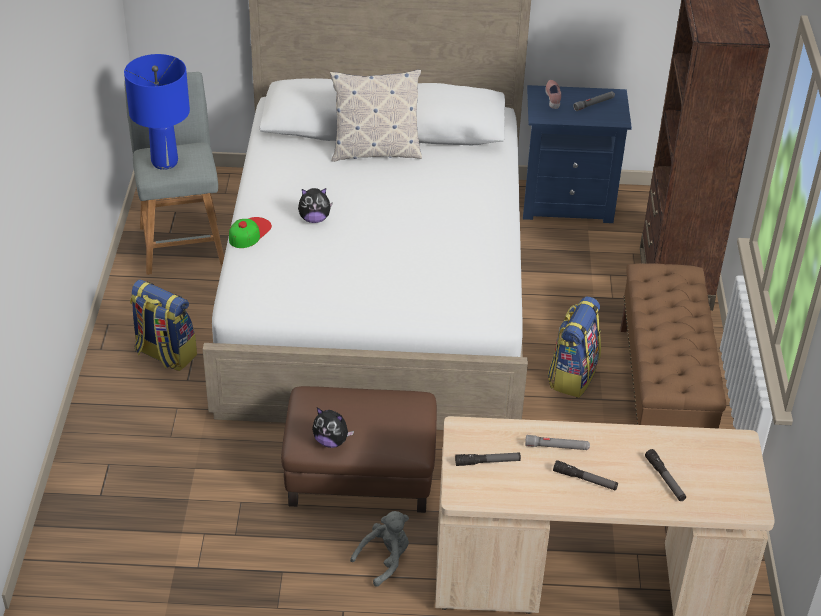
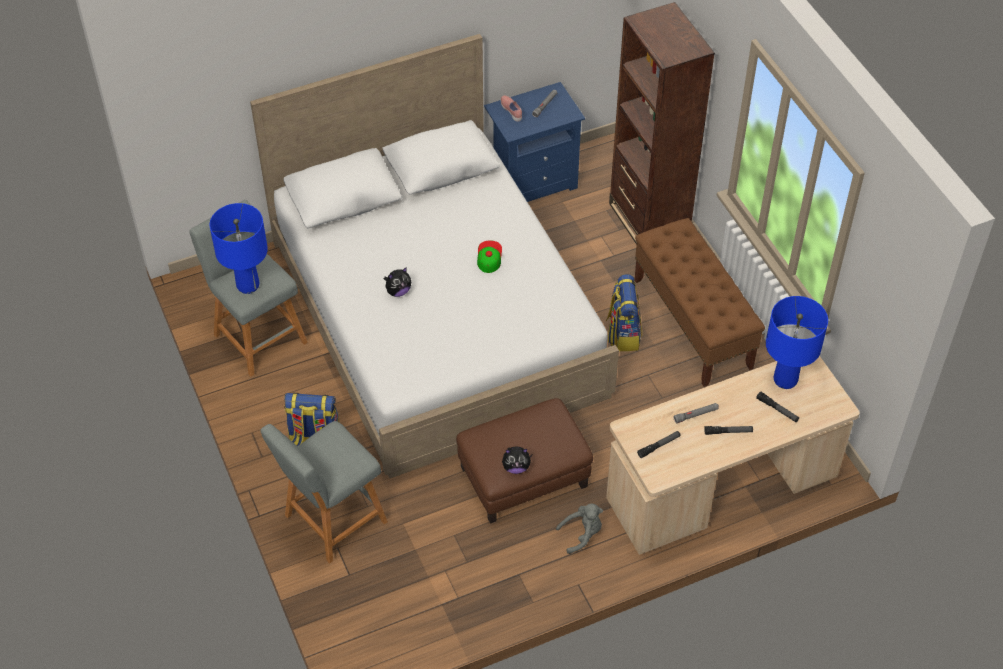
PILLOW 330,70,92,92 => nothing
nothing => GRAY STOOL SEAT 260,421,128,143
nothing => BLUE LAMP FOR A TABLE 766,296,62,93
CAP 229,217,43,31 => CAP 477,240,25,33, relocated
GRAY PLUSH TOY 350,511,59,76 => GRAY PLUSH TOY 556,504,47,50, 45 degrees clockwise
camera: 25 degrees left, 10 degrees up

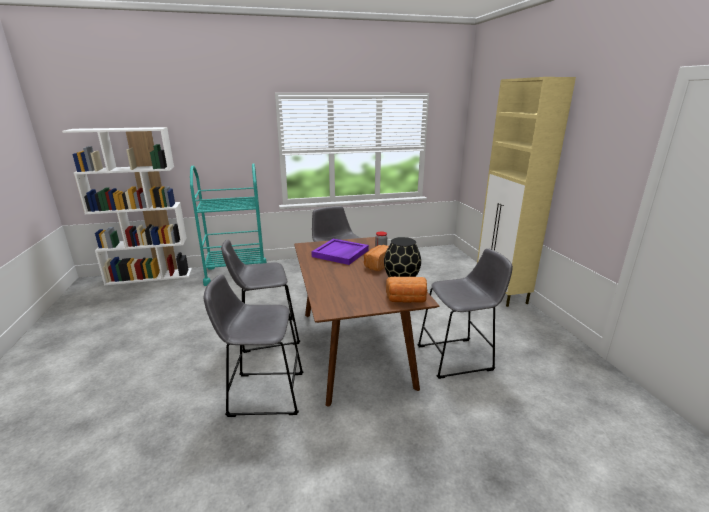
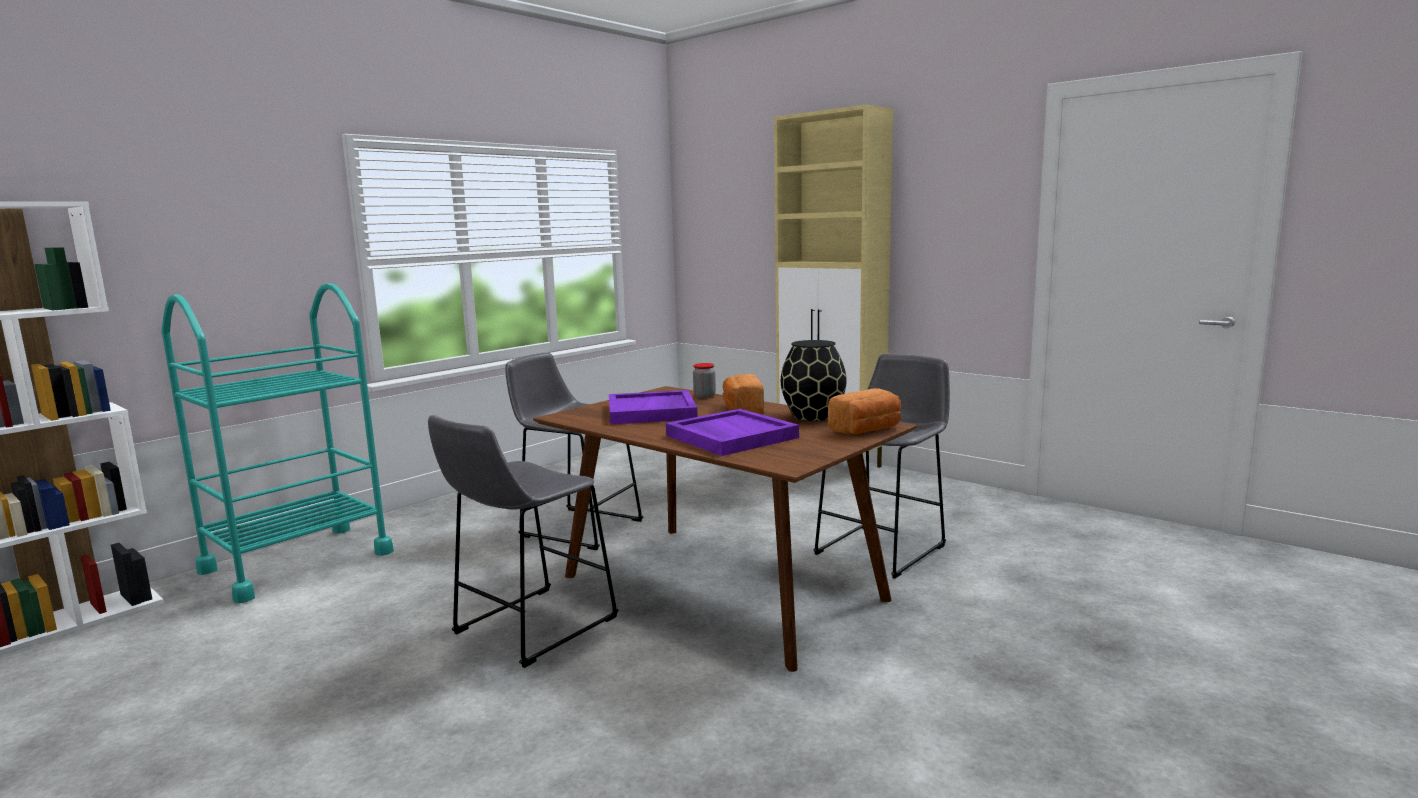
GRAY STOOL SEAT 204,274,100,143 => nothing
nothing => PURPLE SERVING TRAY 666,409,133,47
camera: 35 degrees left, 10 degrees down

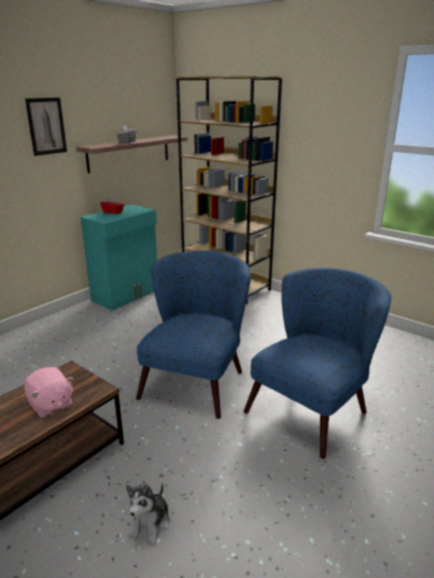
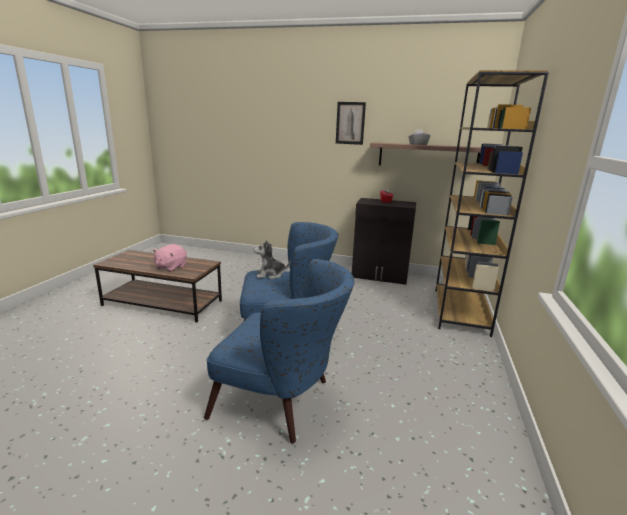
PLUSH TOY 126,482,44,64 => PLUSH TOY 253,239,38,40, relocated
TURQUOISE STORAGE CABINET 81,204,76,107 => BLACKISH STORAGE CABINET 352,198,64,87
camera: 65 degrees right, 5 degrees down

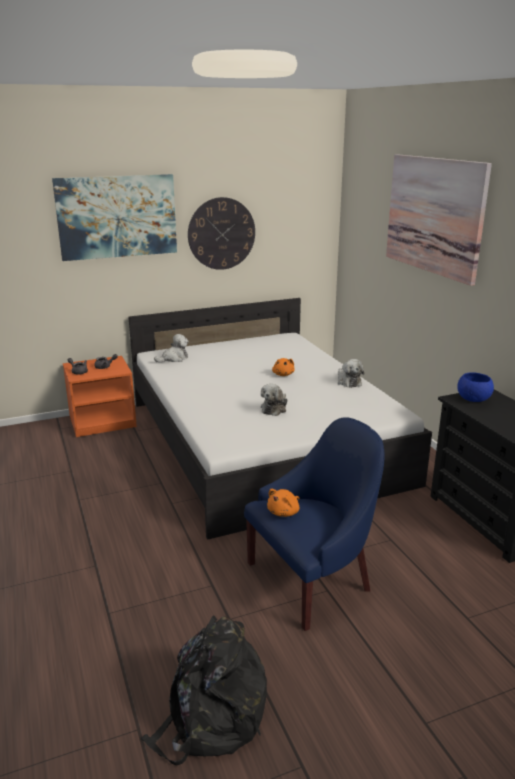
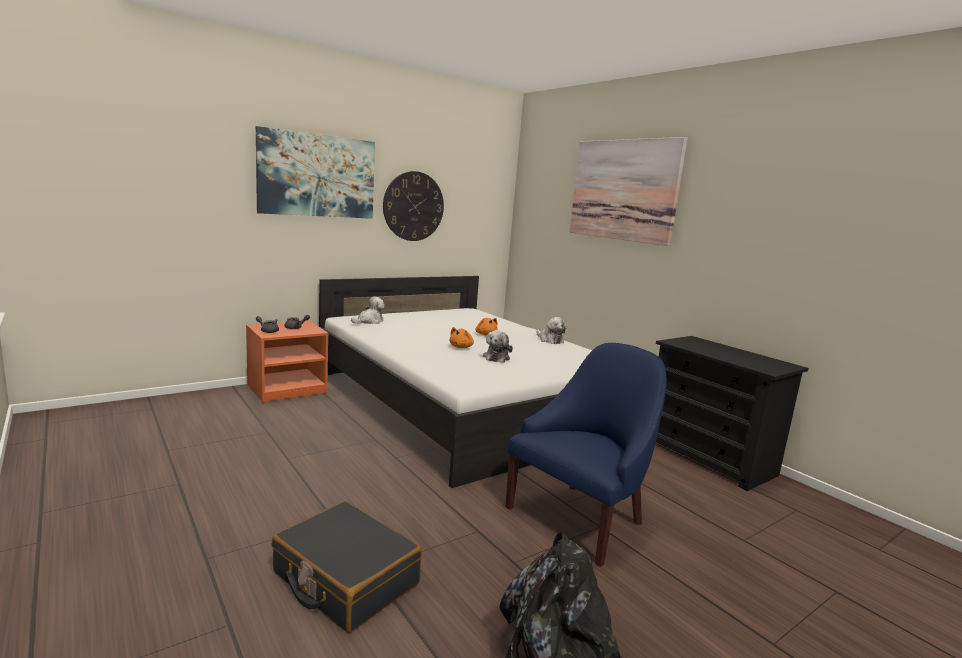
BLUE BOWL 457,372,37,30 => nothing
nothing => BLACKISH TRAVEL CASE 272,501,150,132
ORANGE PLUSH TOY 267,489,33,28 => ORANGE PLUSH TOY 449,327,25,21, relocated
camera: 15 degrees left, 10 degrees down

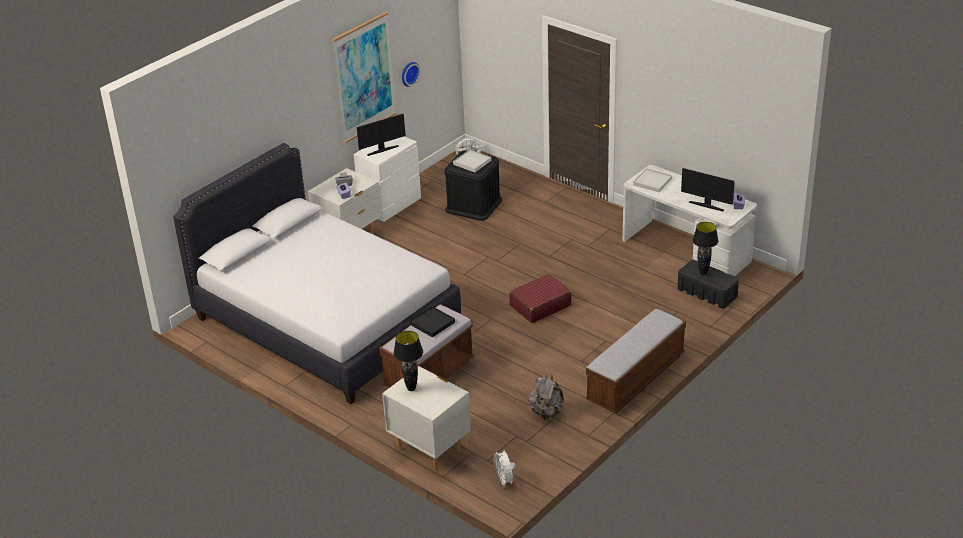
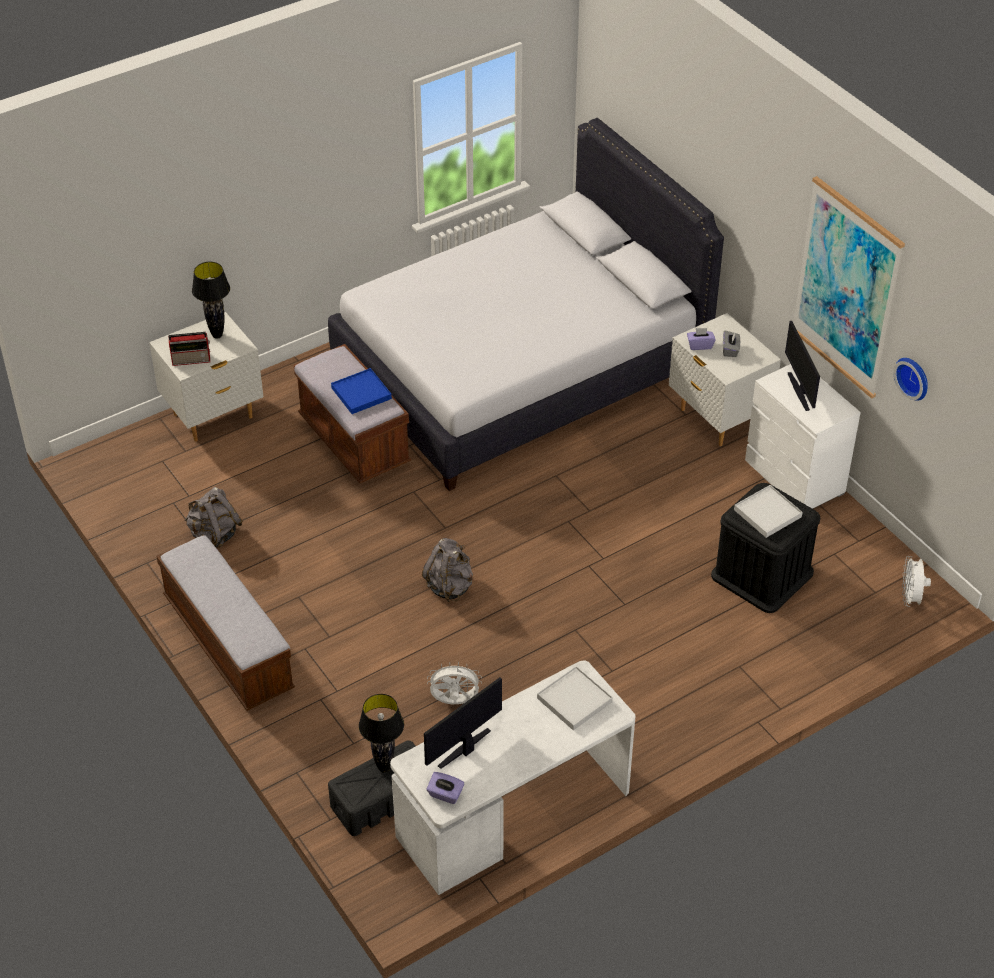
nothing => RADIO RECEIVER 168,332,42,34
WHITE-COLOURED ELECTRIC FAN 493,450,23,38 => WHITE-COLOURED ELECTRIC FAN 427,662,55,42, relocated
REDDISH TRAVEL CASE 509,274,63,49 => GRAY KNAPSACK 422,538,51,64
BLACKISH SERVING TRAY 410,306,45,32 => BLUE SERVING TRAY 331,368,61,46
camera: 105 degrees right, 10 degrees up

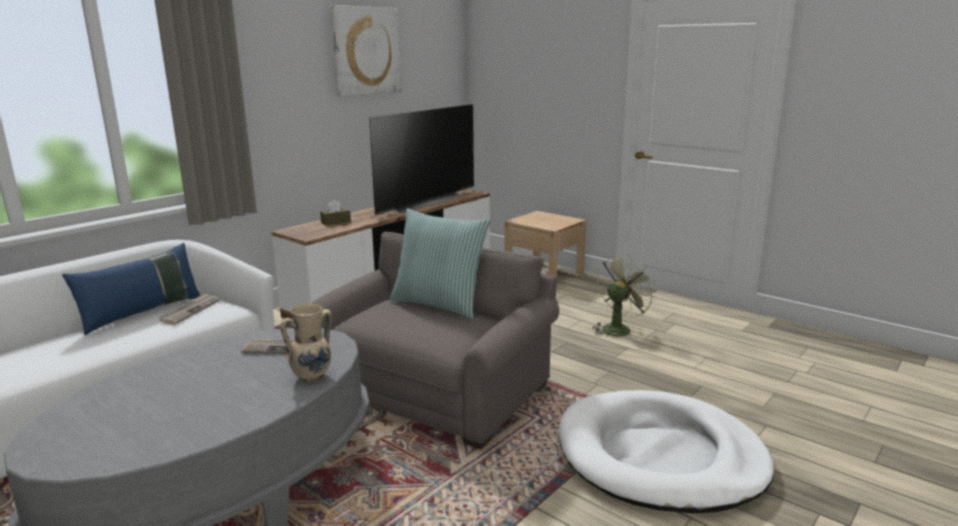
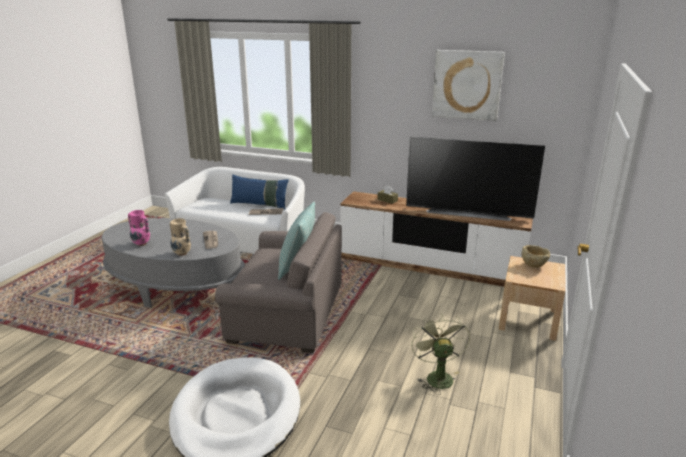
nothing => PINK FLOWER VASE 128,210,22,36
nothing => BEIGE-COLOURED BOWL 521,245,29,23
GREEN ELECTRIC FAN 593,255,64,81 => GREEN ELECTRIC FAN 411,313,59,82, 120 degrees counterclockwise
camera: 70 degrees right, 5 degrees up

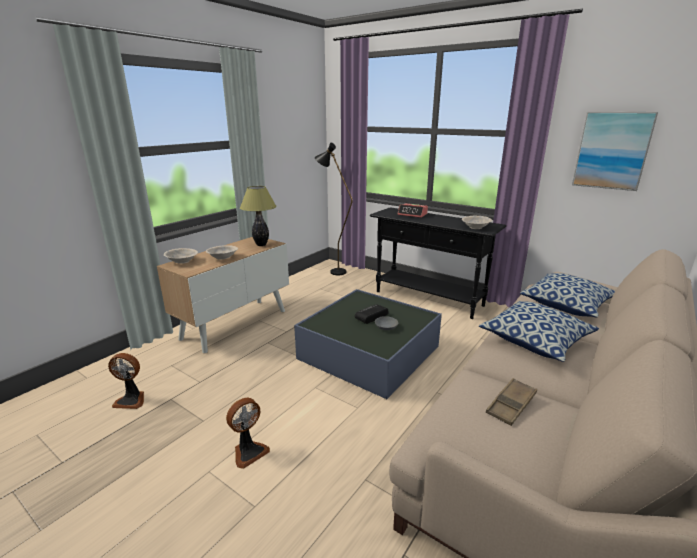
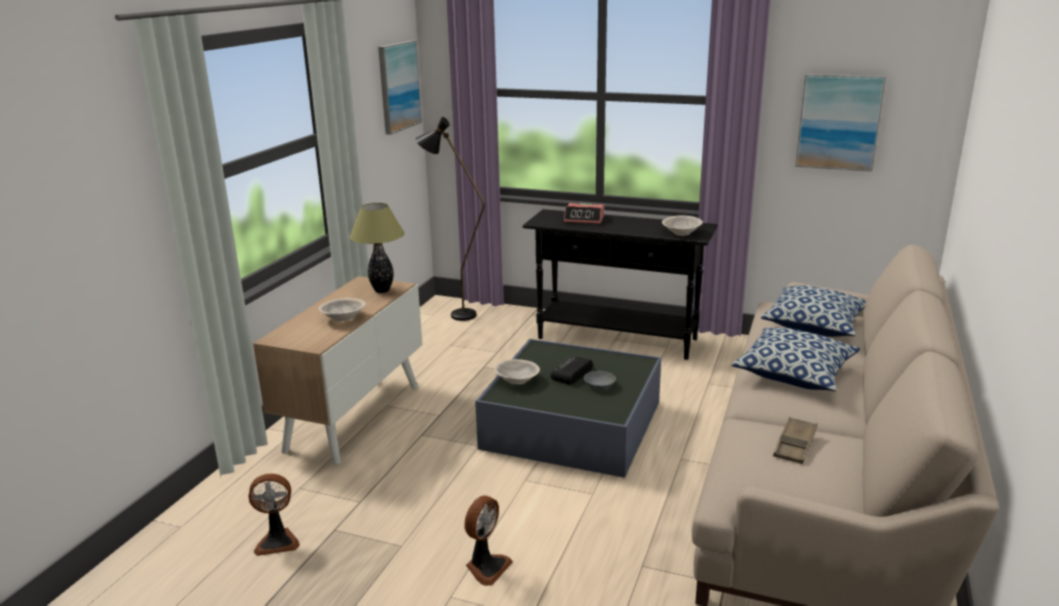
nothing => WALL ART 378,40,44,95
BEIGE-COLOURED BOWL 164,248,34,16 => BEIGE-COLOURED BOWL 494,359,46,25, relocated
camera: 15 degrees left, 0 degrees up

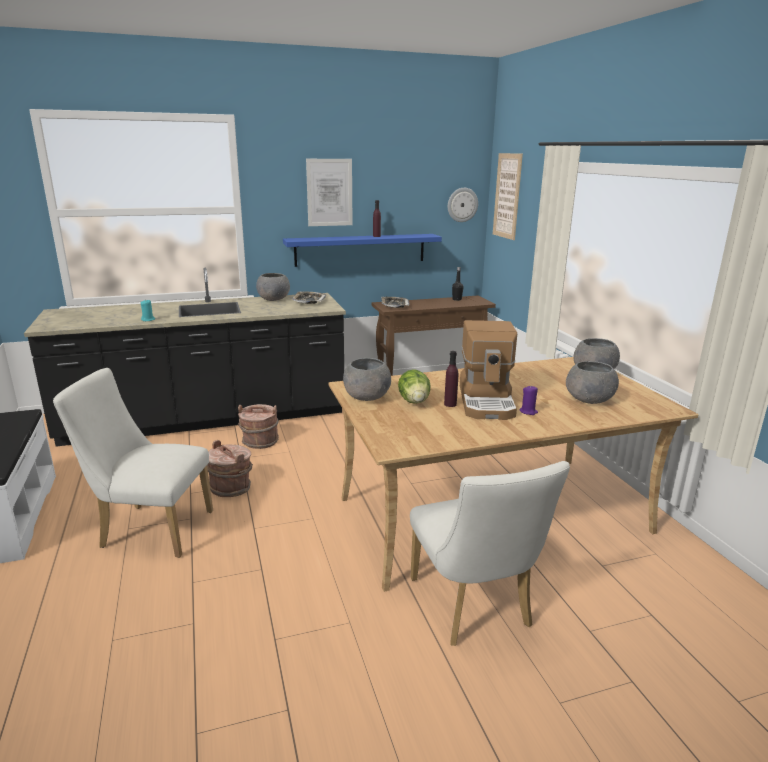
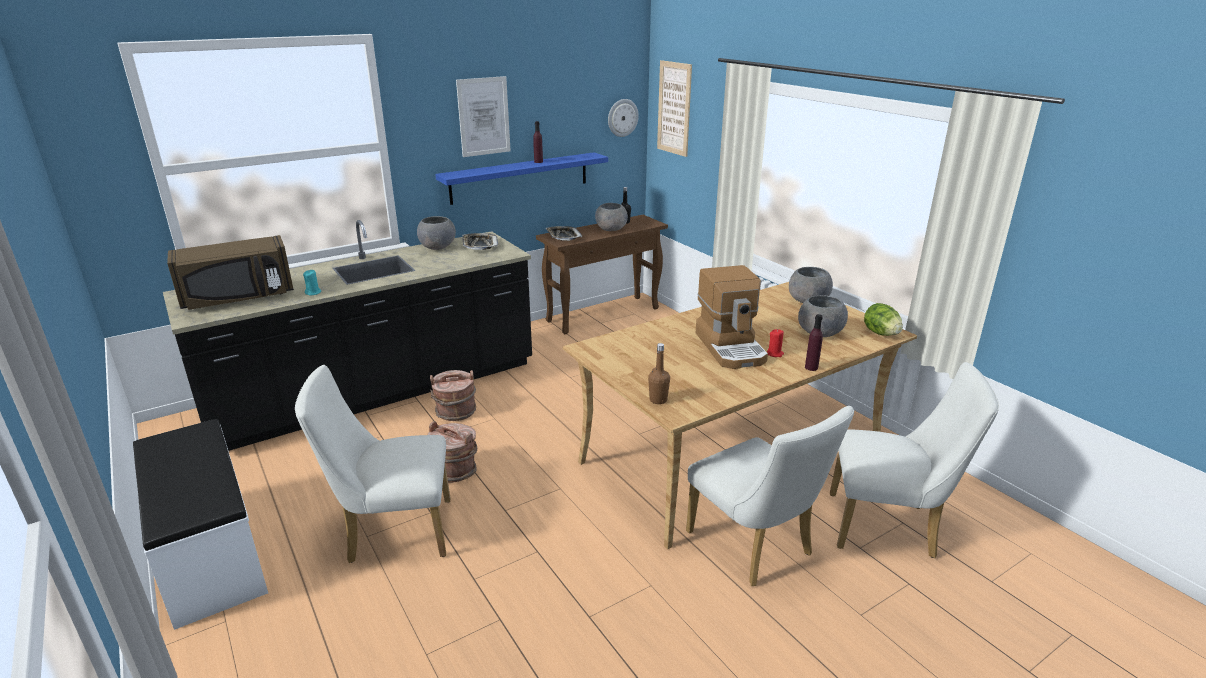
nothing => BROWN-COLOURED MICROWAVE 167,235,127,75
nothing => BROWN-COLOURED DRINK BOTTLE 648,343,22,61
nothing => WHITE-COLOURED UPRIGHT CHAIR 830,362,169,196
GRAY BOWL 343,358,48,43 => GRAY BOWL 595,203,33,28, relocated
HEAD OF LETTUCE 398,369,33,35 => HEAD OF LETTUCE 864,303,39,33, relocated
PURPLE DRINK BOTTLE 444,351,14,56 => PURPLE DRINK BOTTLE 805,314,18,57, relocated
PURPLE WAX CANDLE 519,386,19,29 => REDDISH WAX CANDLE 767,329,17,28
camera: 15 degrees left, 5 degrees up

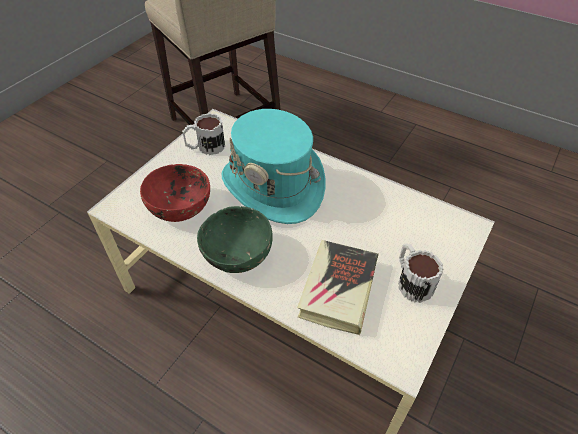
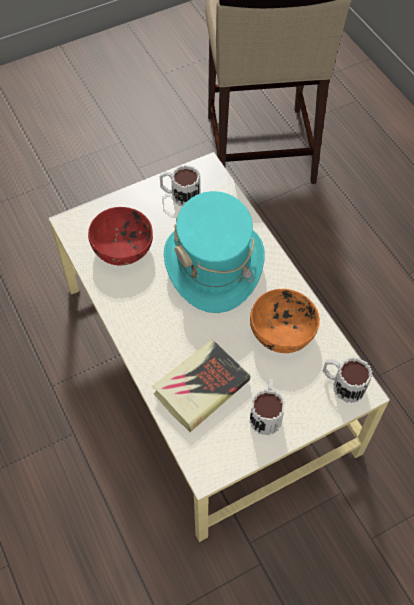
GREEN BOWL 197,206,76,67 => nothing
nothing => ORANGE BOWL 250,289,70,64
nothing => TEA MUG 322,357,50,46
camera: 30 degrees right, 10 degrees up

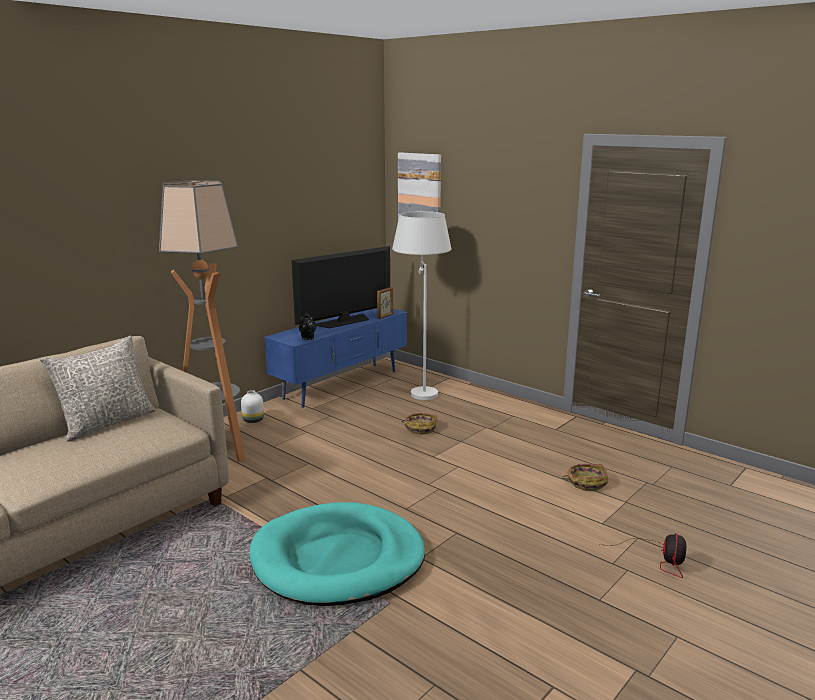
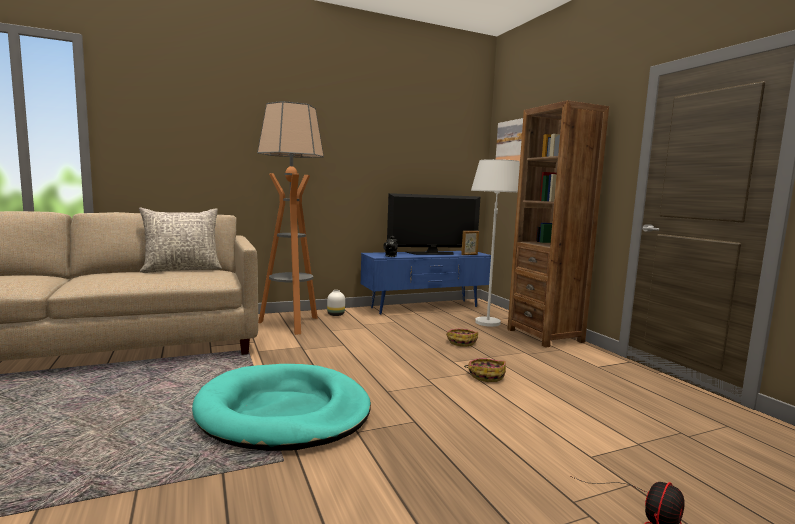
nothing => BROWN-COLOURED BOOKSHELF 507,100,102,248
STORAGE BASKET 562,464,46,27 => STORAGE BASKET 464,358,42,24, relocated
camera: 25 degrees right, 10 degrees down

